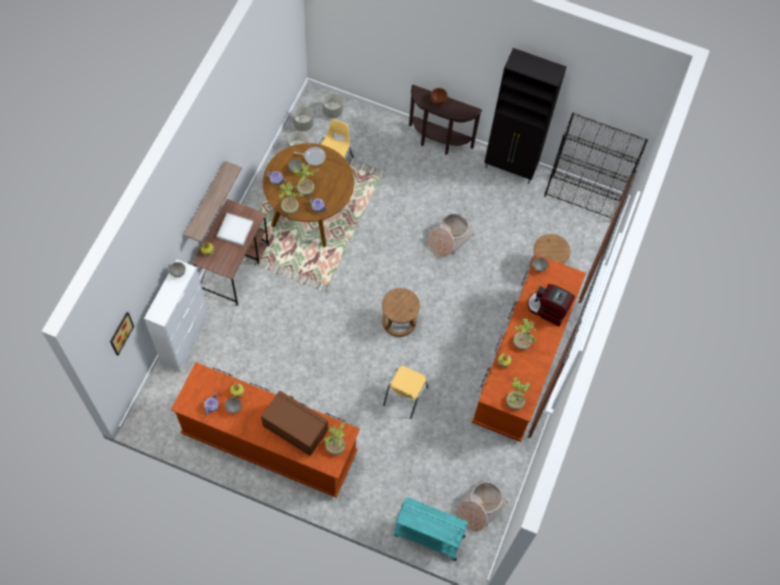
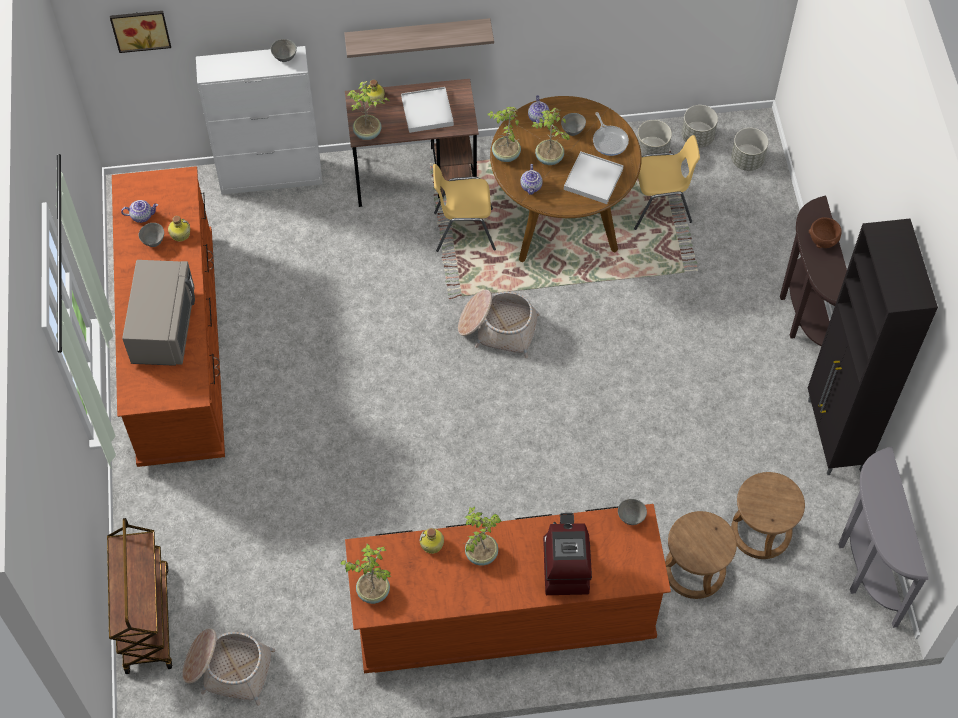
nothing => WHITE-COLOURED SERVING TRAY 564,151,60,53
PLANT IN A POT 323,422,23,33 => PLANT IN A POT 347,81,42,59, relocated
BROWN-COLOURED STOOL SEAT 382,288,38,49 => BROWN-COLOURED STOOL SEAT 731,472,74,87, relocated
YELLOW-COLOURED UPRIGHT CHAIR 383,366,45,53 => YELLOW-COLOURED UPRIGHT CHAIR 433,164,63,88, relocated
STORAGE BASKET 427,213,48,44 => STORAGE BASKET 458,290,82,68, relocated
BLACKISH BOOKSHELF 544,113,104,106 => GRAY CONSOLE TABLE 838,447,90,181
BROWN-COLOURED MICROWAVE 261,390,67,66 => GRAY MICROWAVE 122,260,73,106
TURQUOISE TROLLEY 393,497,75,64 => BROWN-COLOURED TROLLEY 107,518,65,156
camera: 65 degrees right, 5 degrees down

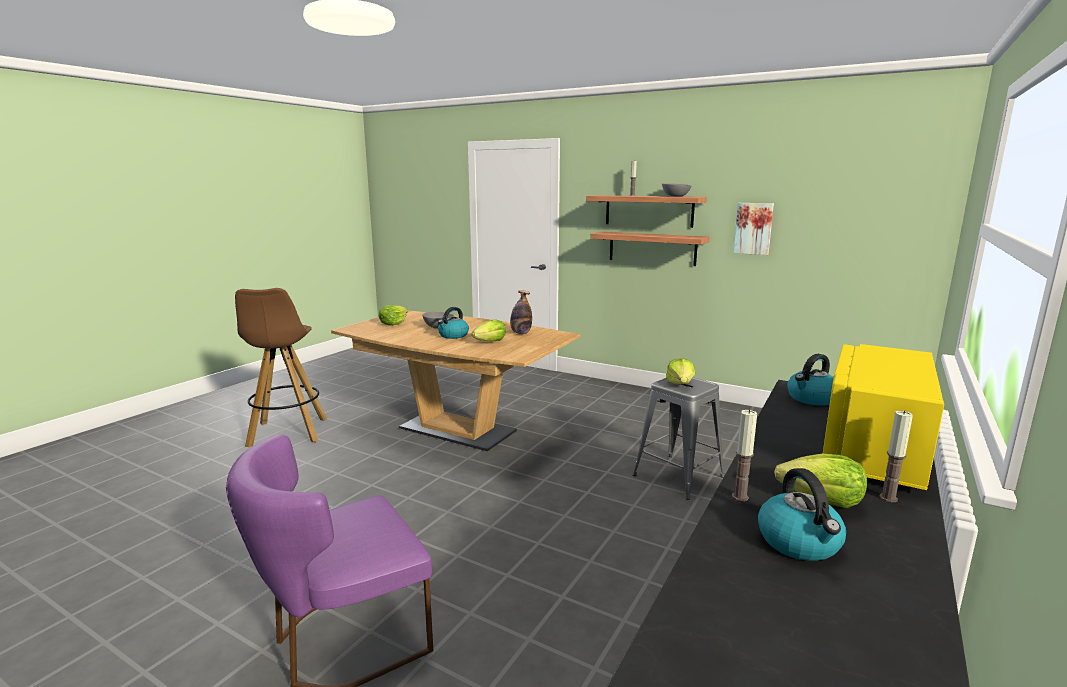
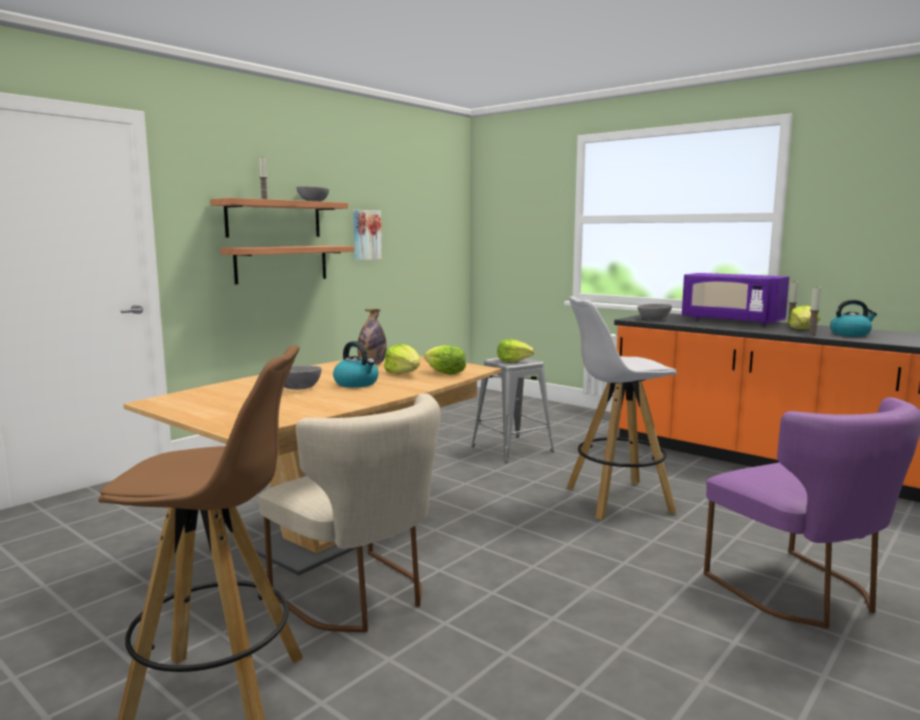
nothing => BEIGE-COLOURED UPRIGHT CHAIR 258,393,183,239
nothing => WHITE-COLOURED STOOL SEAT 566,296,111,224
HEAD OF LETTUCE 379,305,29,21 => HEAD OF LETTUCE 424,345,42,30, relocated
KETTLE 787,354,47,51 => GRAY BOWL 638,304,34,16
YELLOW-COLOURED MICROWAVE 823,344,121,146 => PURPLE MICROWAVE 682,273,107,52
camera: 80 degrees left, 5 degrees down

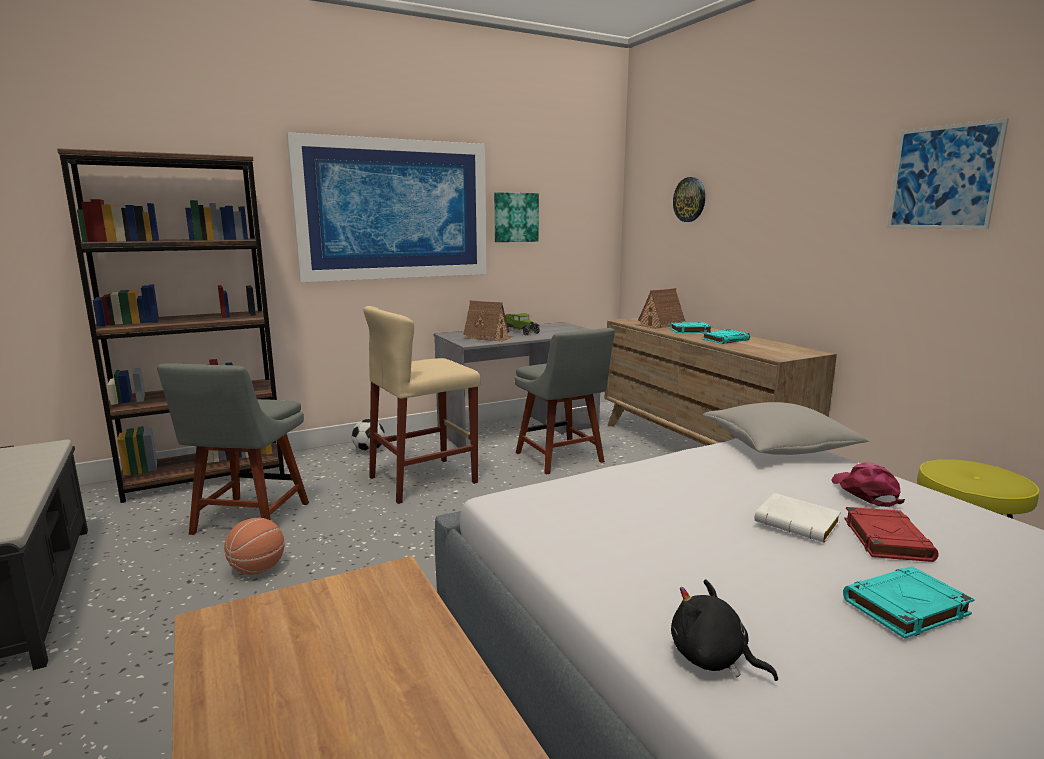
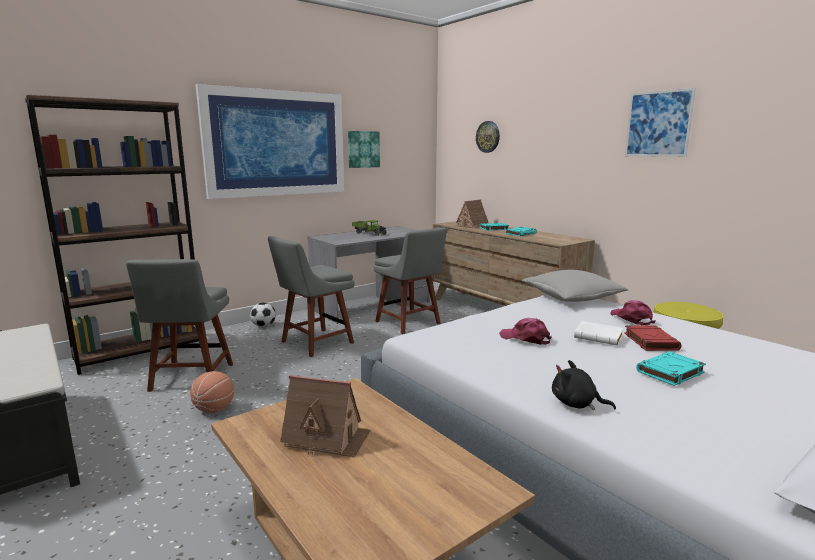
nothing => PINK CAP 499,318,53,27
TOY HOUSE 463,300,51,41 => TOY HOUSE 280,375,91,82, relocated
BEIGE-COLOURED STOOL SEAT 363,306,118,198 => GRAY UPRIGHT CHAIR 268,236,86,121
camera: 10 degrees left, 0 degrees up

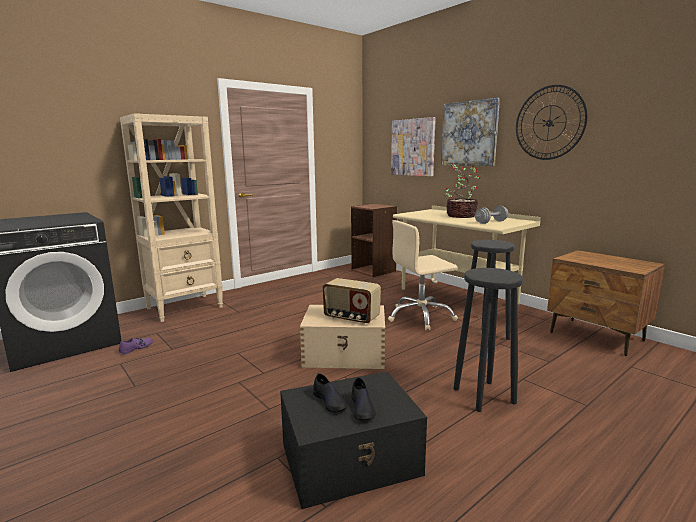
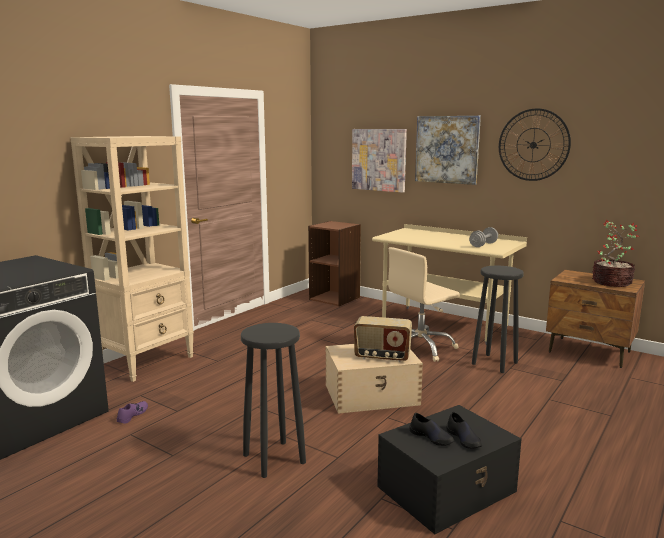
PLANT IN A POT 445,164,36,54 => PLANT IN A POT 592,220,47,67, relocated
BLACKISH STOOL SEAT 453,268,70,144 => BLACKISH STOOL SEAT 241,323,65,155, relocated
camera: 15 degrees left, 0 degrees up

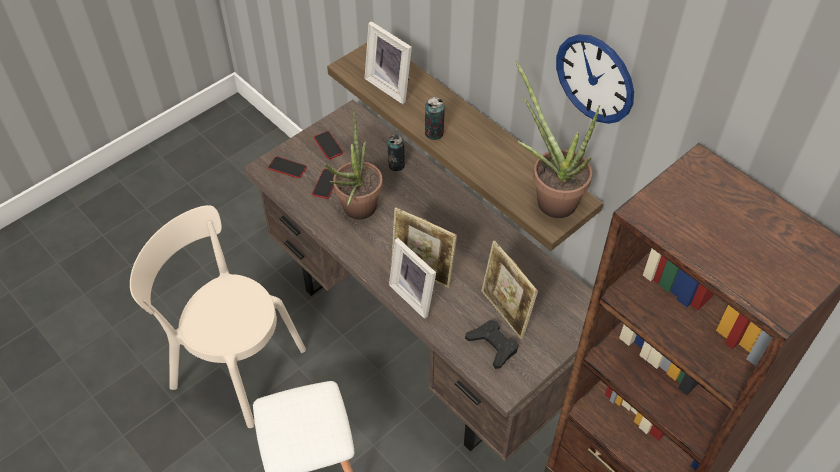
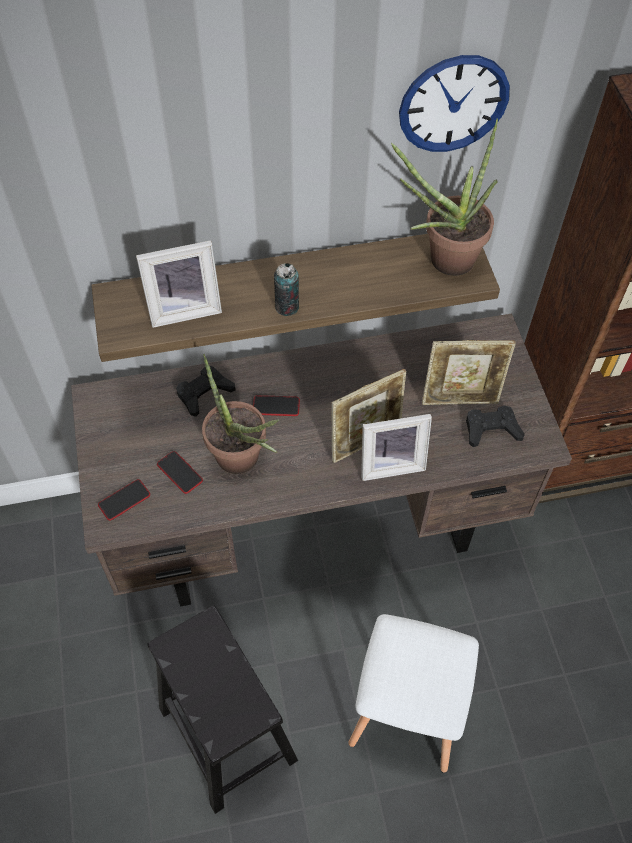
TELEPHONE 314,131,29,28 => TELEPHONE 253,395,47,21, relocated
BEIGE-COLOURED UPRIGHT CHAIR 130,205,176,223 => BLACKISH STOOL SEAT 147,606,151,208
SEALED CAN 387,135,18,36 => BLACKISH JOYPAD 176,366,60,51
camera: 60 degrees left, 5 degrees up

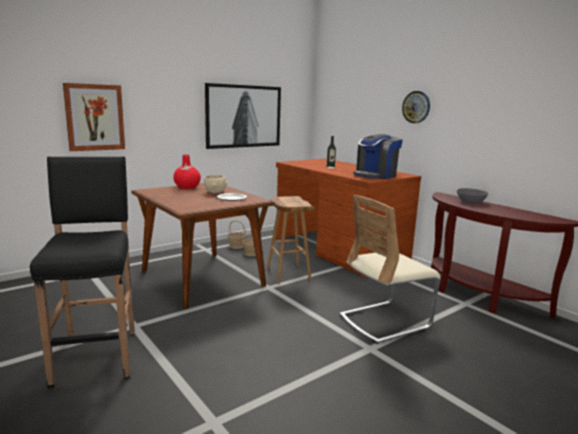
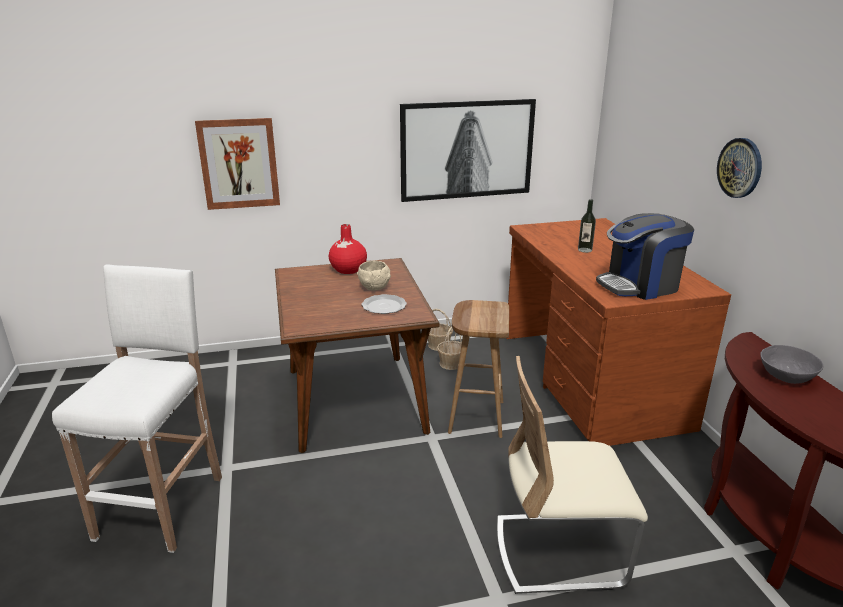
BLACKISH STOOL SEAT 30,157,105,231 => WHITE-COLOURED STOOL SEAT 52,264,170,289
camera: 25 degrees right, 10 degrees up

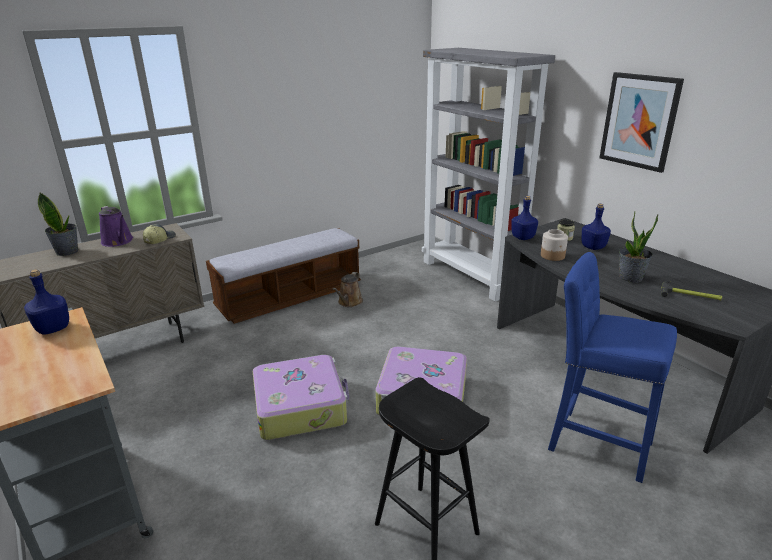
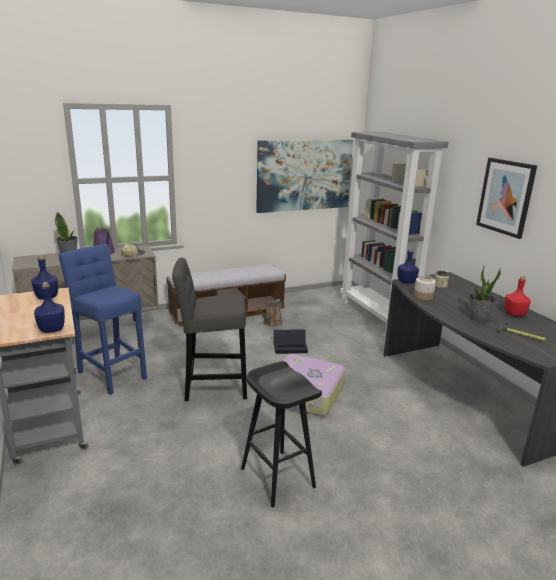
nothing => WALL ART 256,140,97,73
nothing => BLACKISH STORAGE BIN 274,329,34,25
nothing => REDDISH DRINK BOTTLE 504,276,27,41
BLUE STOOL SEAT 548,252,129,231 => BLUE STOOL SEAT 59,244,88,151, relocated
BLUE DRINK BOTTLE 581,204,30,46 => BLUE DRINK BOTTLE 34,282,31,51, relocated
TRAVEL CASE 253,355,96,85 => GRAY STOOL SEAT 172,257,75,144
camera: 10 degrees right, 5 degrees down

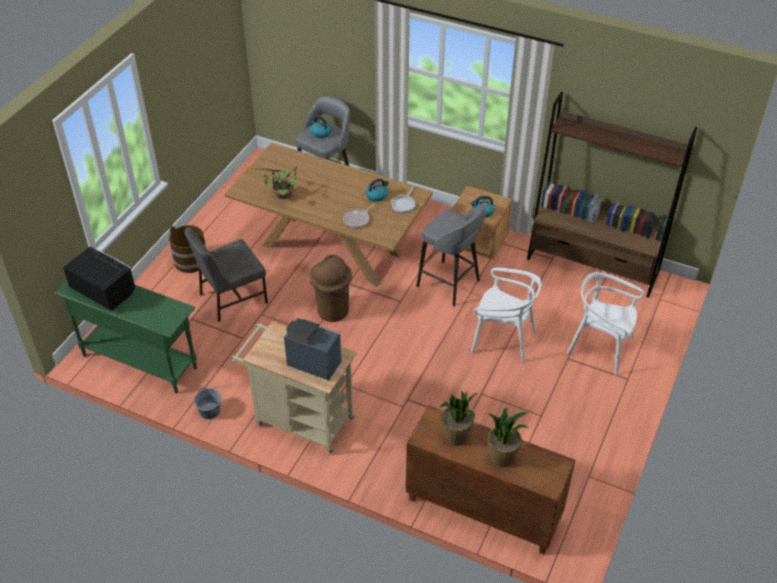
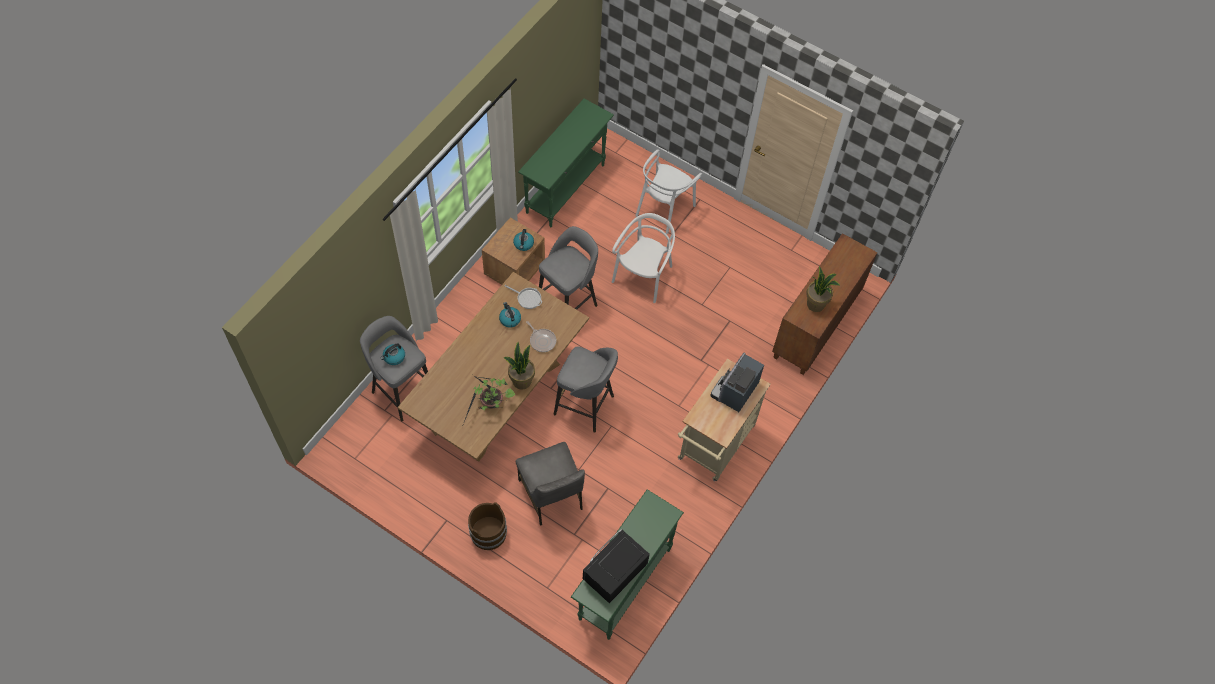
GRAY WATER BUCKET 194,388,27,31 => nothing
PLANT IN A POT 487,408,41,59 => PLANT IN A POT 504,341,31,49, relocated
BROWN-COLOURED TRASH CAN 309,255,43,67 => GRAY STOOL SEAT 554,346,64,87
BROWN-COLOURED BOOKSHELF 527,92,170,206 => GREEN CONSOLE TABLE 518,98,96,129
camera: 85 degrees left, 15 degrees up

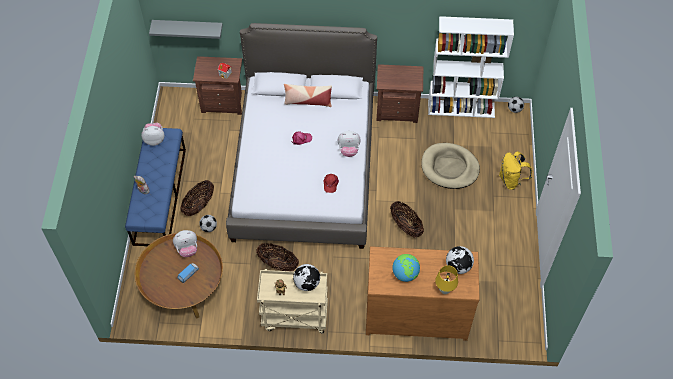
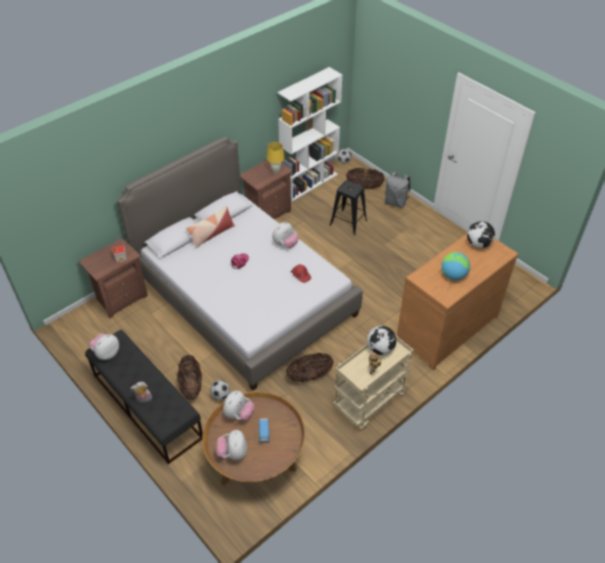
GRAY WALL SHELF 149,20,74,19 => nothing
nothing => PLUSH TOY 216,430,31,30
STORAGE BASKET 390,201,34,37 => STORAGE BASKET 346,168,39,21, relocated
YELLOW-COLOURED LAMP FOR A TABLE 435,265,23,29 => YELLOW-COLOURED LAMP FOR A TABLE 266,142,19,31, relocated
BEIGE-COLOURED DOG BED 421,143,59,46 => BLACKISH STOOL SEAT 330,180,37,56
BLUE LONG SEAT 125,128,61,118 => BLACKISH LONG SEAT 85,330,118,134
YELLOW-COLOURED KNAPSACK 499,151,33,39 => GRAY KNAPSACK 385,172,26,36
camera: 45 degrees left, 10 degrees down

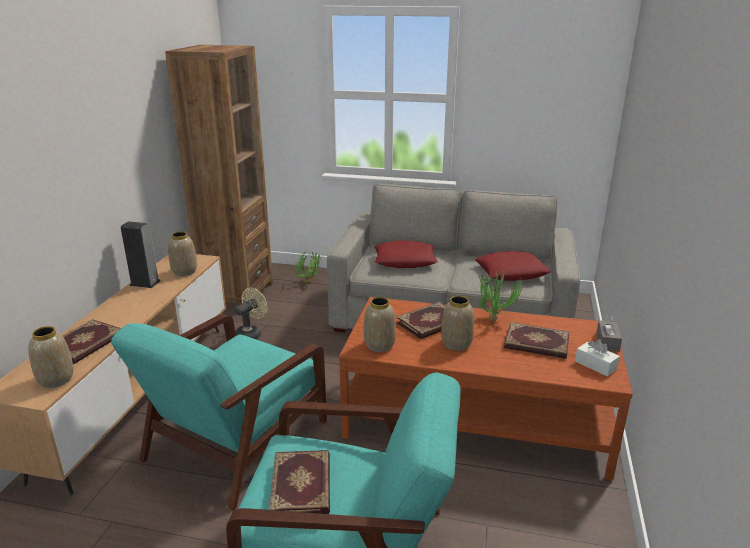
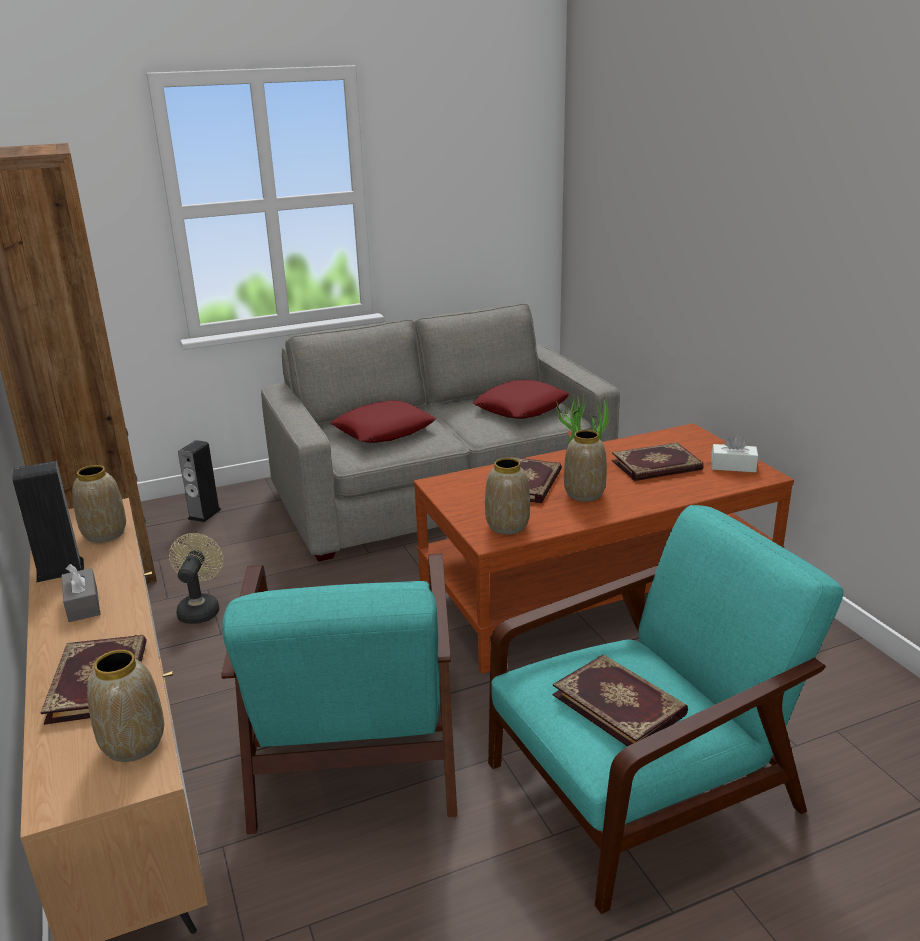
GRAY TISSUE BOX 597,316,25,36 => GRAY TISSUE BOX 62,564,38,58, relocated
PLANT IN A POT 295,249,26,35 => SPEAKER 178,440,43,82
camera: 35 degrees left, 0 degrees up

